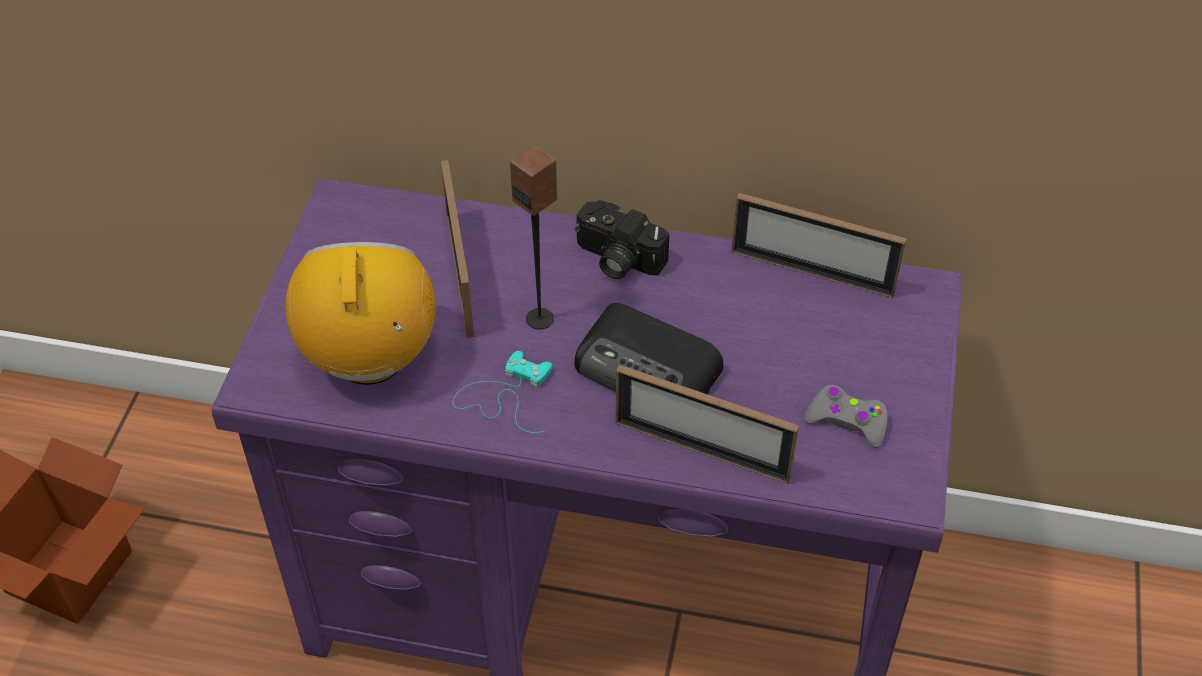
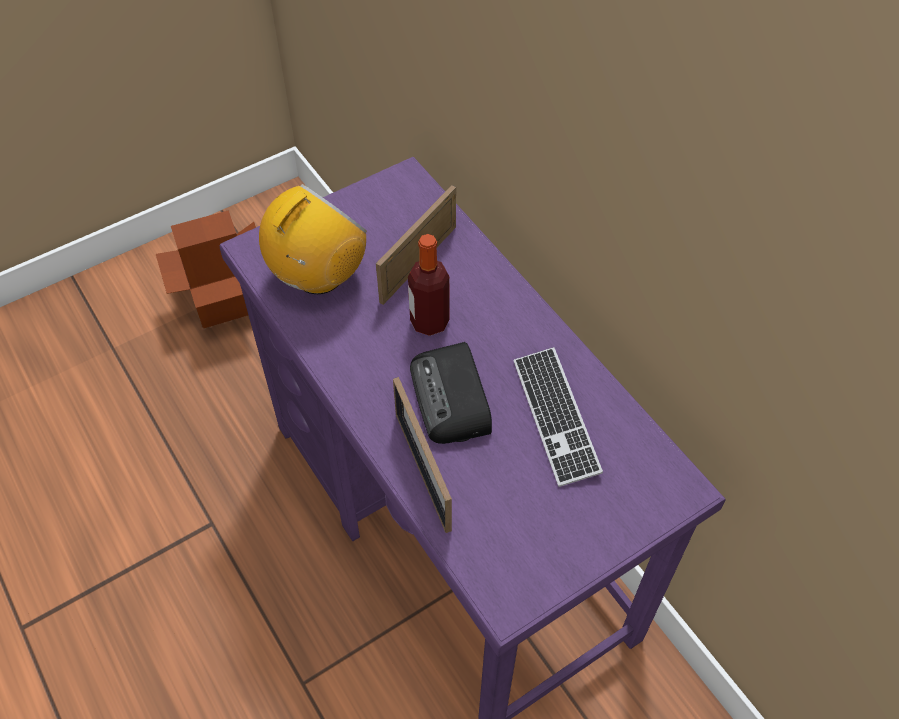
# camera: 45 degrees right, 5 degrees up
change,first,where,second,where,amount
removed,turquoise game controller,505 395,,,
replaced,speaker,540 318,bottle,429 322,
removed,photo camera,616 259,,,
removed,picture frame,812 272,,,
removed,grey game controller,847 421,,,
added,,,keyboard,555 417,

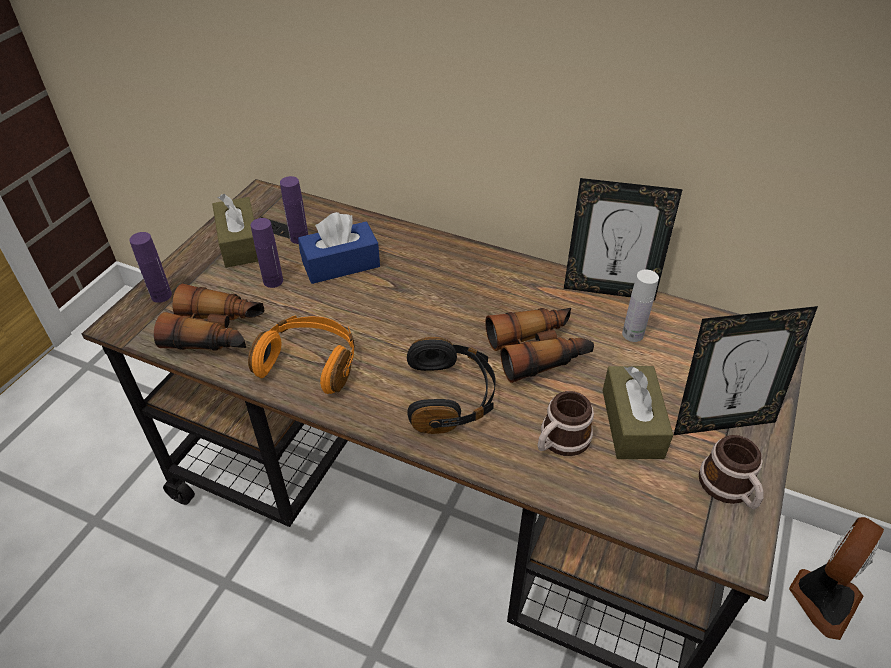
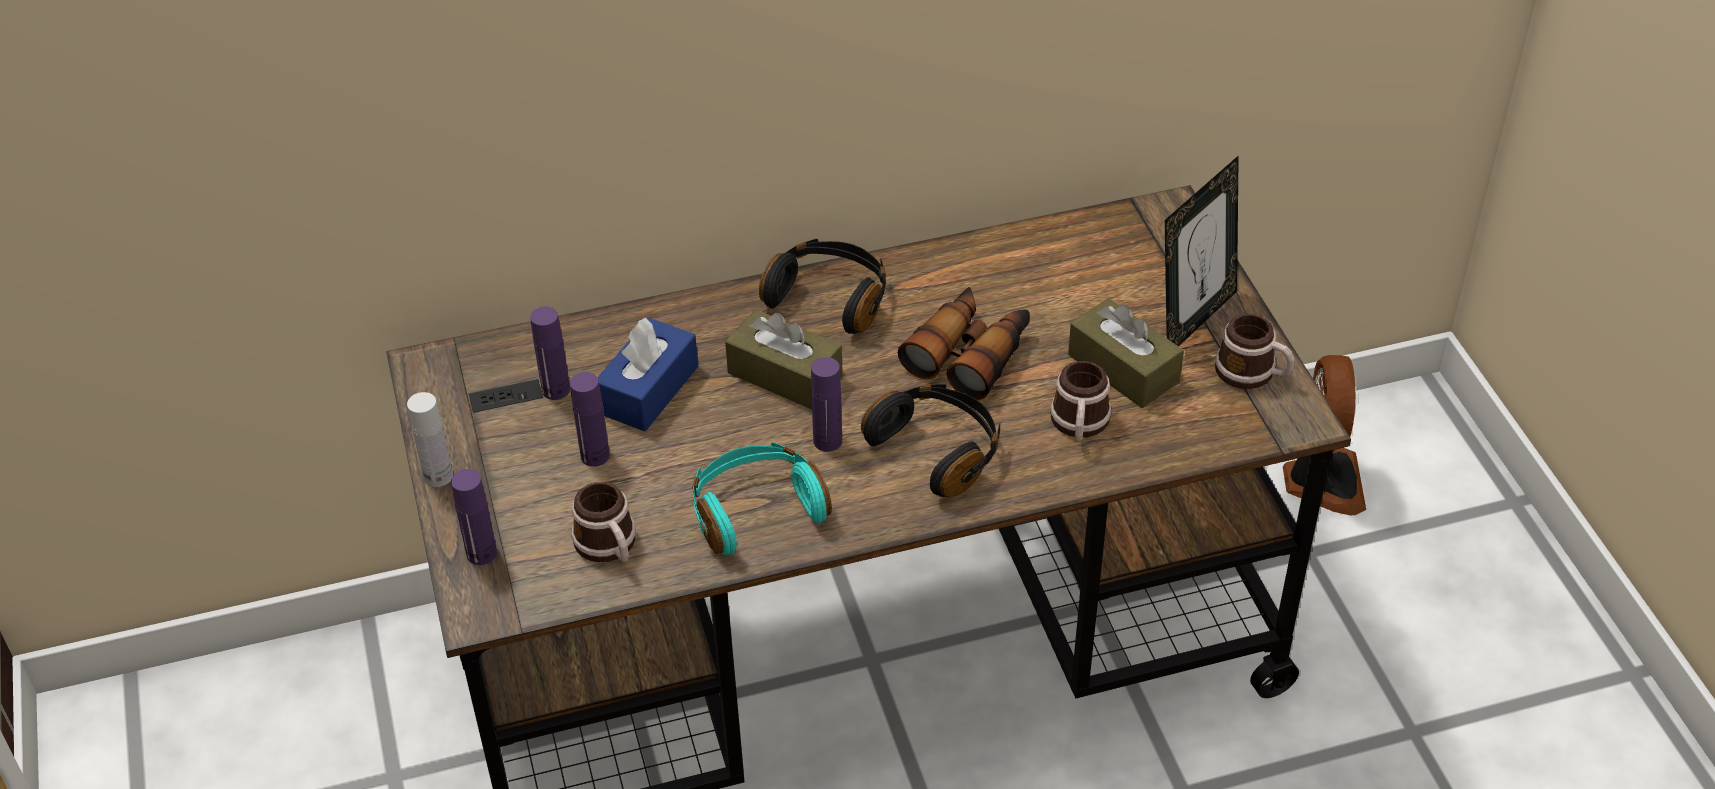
# camera: 40 degrees left, 0 degrees up
change,first,where,second,where,amount
replaced,binoculars,217 332,mug,609 547,
moved,brown tissue box,240 243,,785 375,
recoloured,orange headphones,310 363,turquoise headphones,756 510,
removed,picture frame,609 289,,,
moved,white bottle,632 334,,438 476,
added,,,black headphones,829 298,
added,,,purple bottle,827 441,

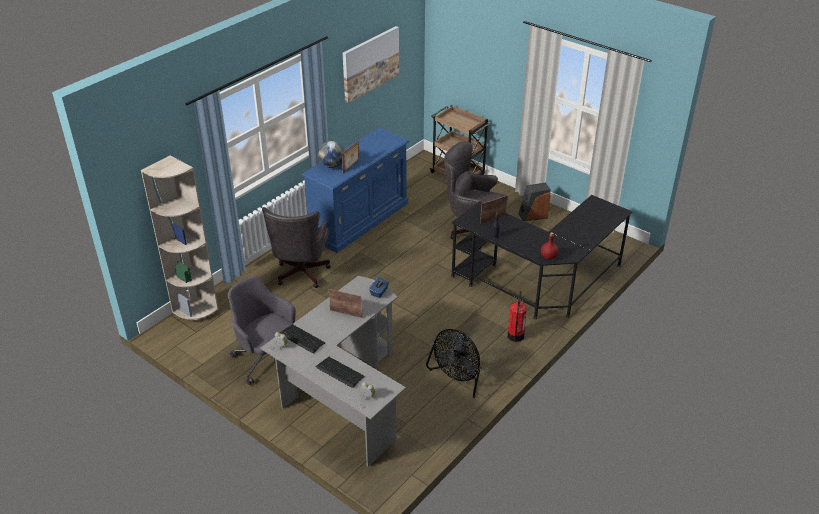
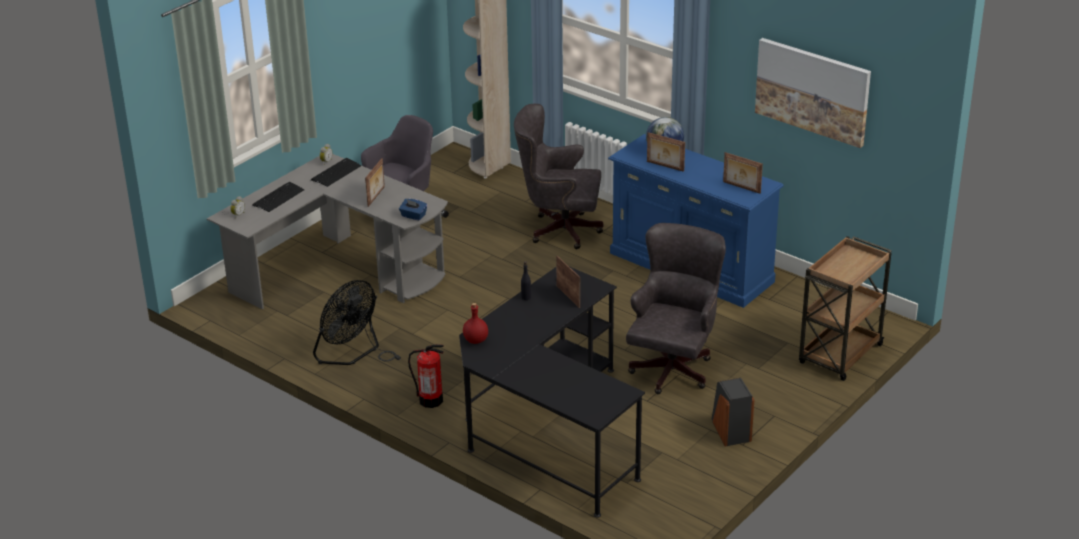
# camera: 90 degrees right, 5 degrees down
change,first,where,second,where,amount
added,,,picture frame,741 188,

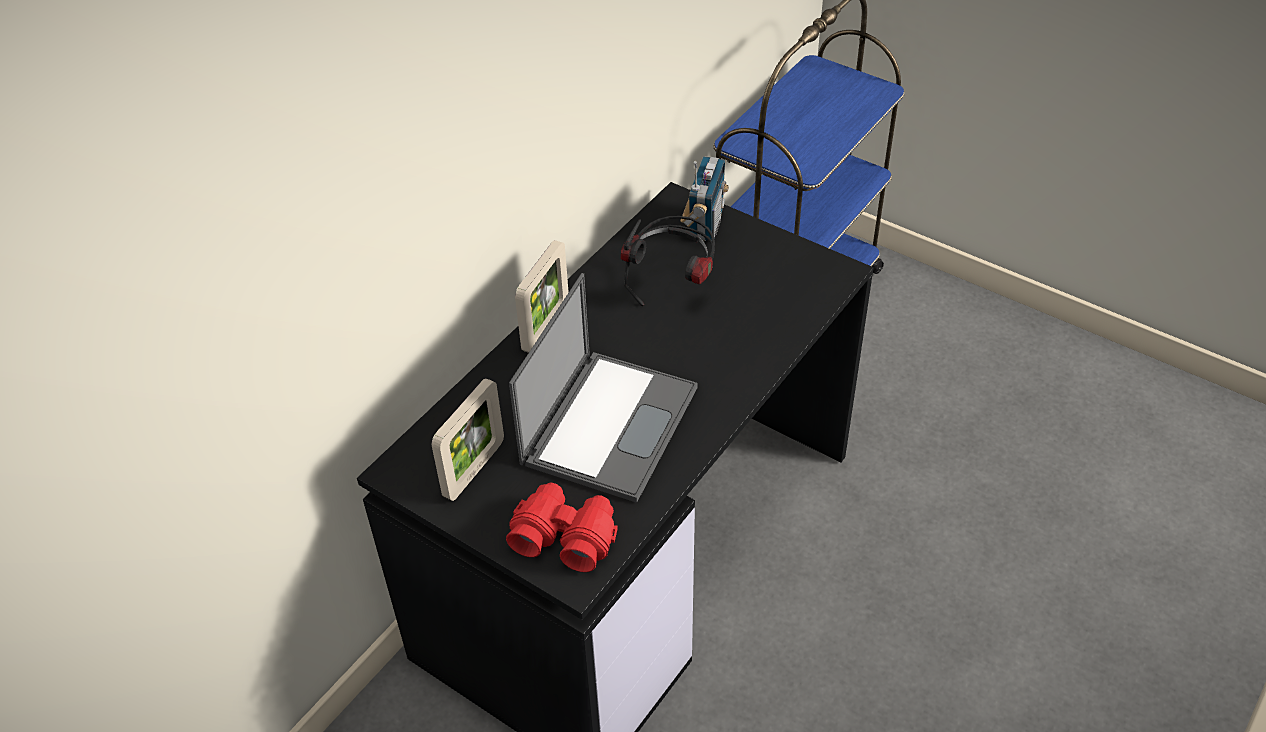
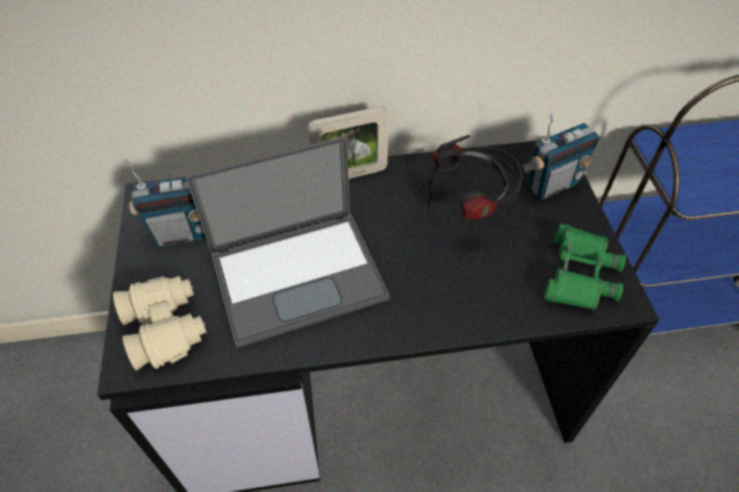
# camera: 45 degrees right, 5 degrees up
change,first,where,second,where,amount
replaced,picture frame,474 469,radio,184 233,
recoloured,red binoculars,565 535,beige binoculars,166 327,
added,,,green binoculars,579 274,

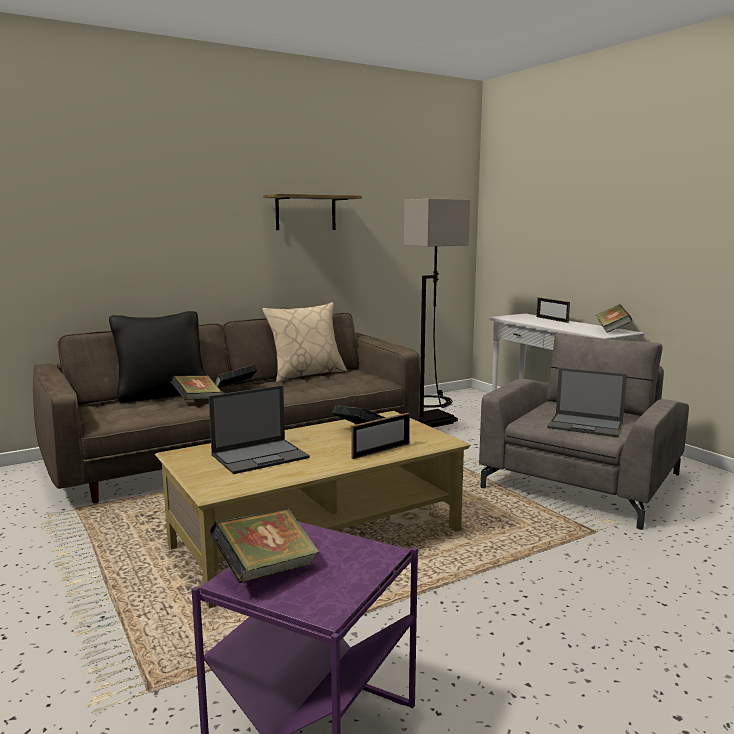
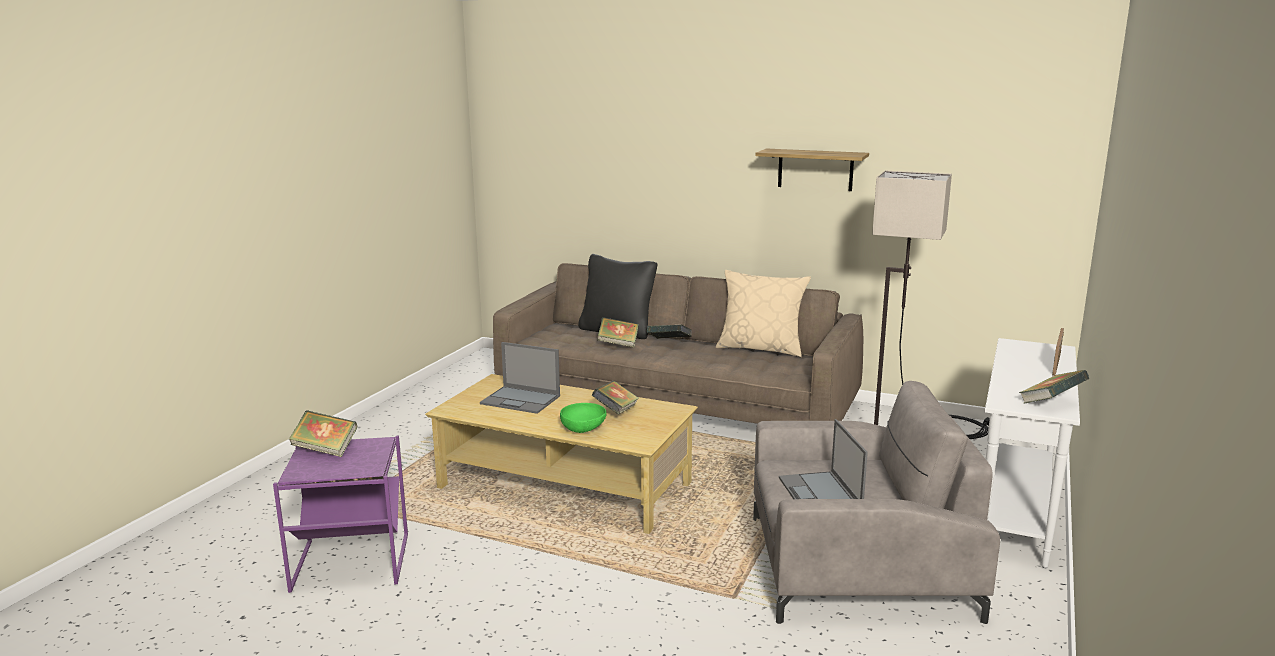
# camera: 55 degrees right, 5 degrees up
change,first,where,second,where,amount
replaced,picture frame,381 451,green bowl,584 429,

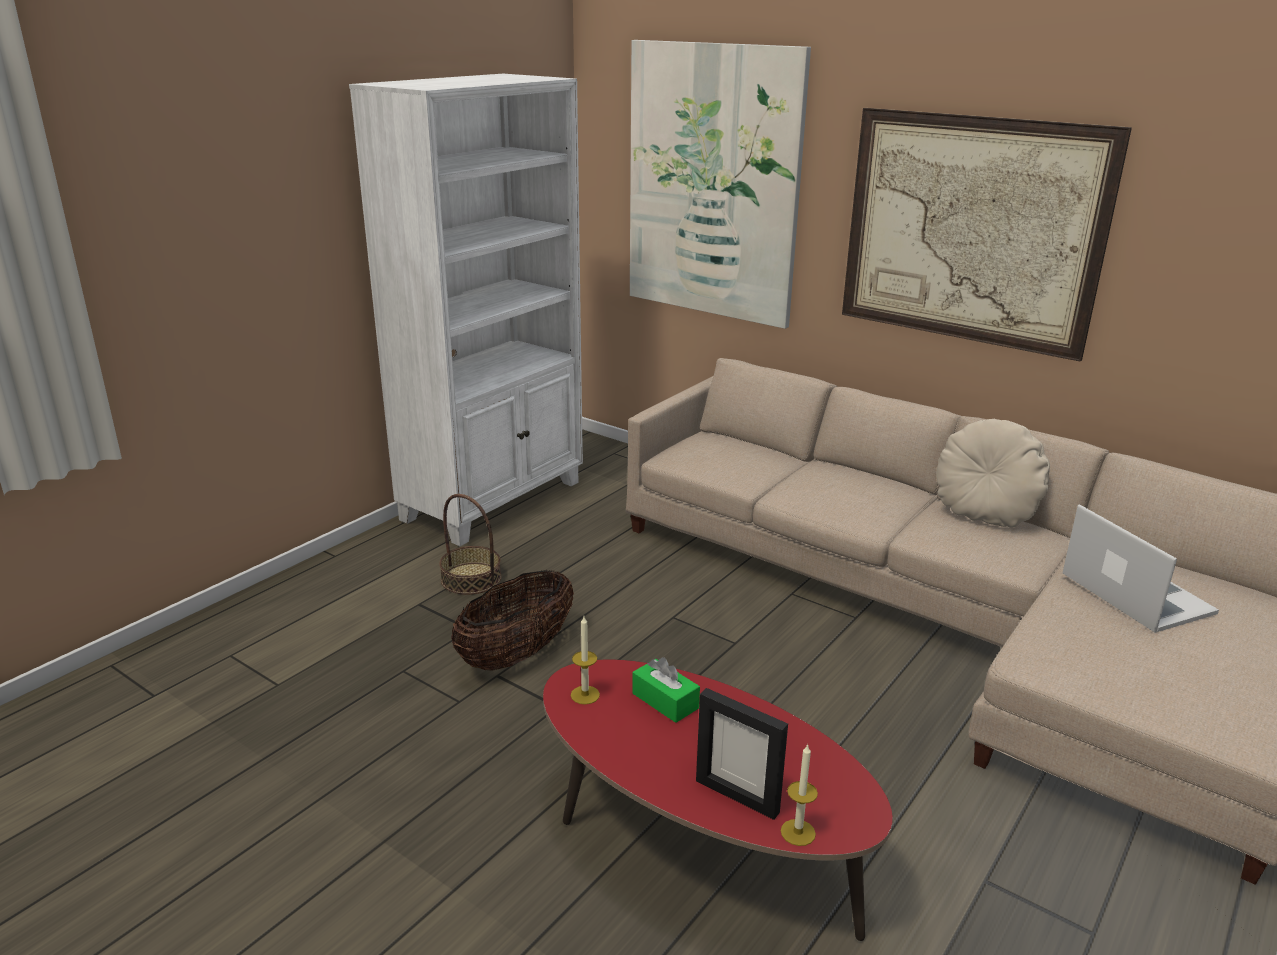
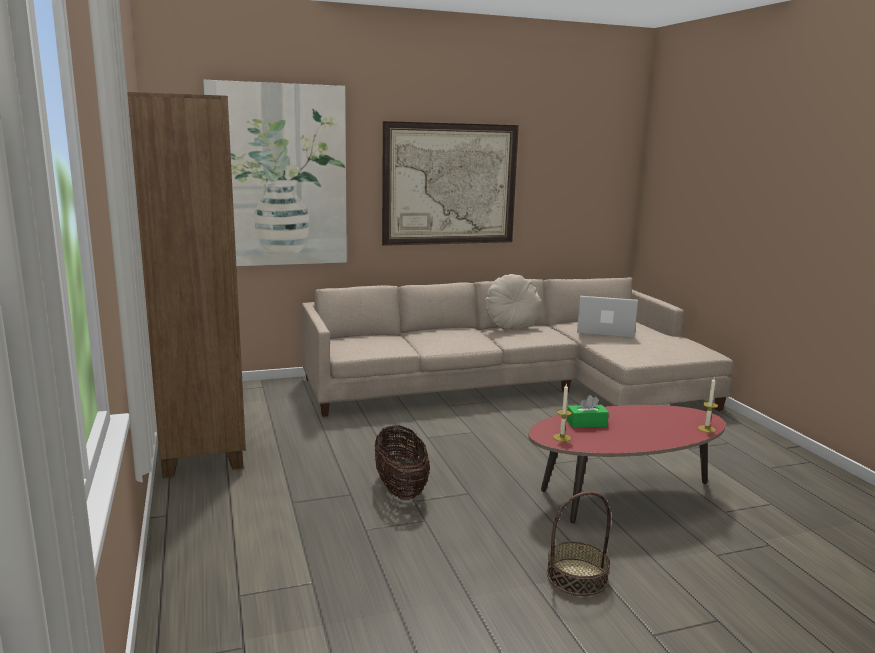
# camera: 55 degrees left, 10 degrees down
change,first,where,second,where,amount
recoloured,white bookcase,494 500,brown bookcase,204 440,
moved,basket,471 578,,577 576,
removed,picture frame,738 795,,,

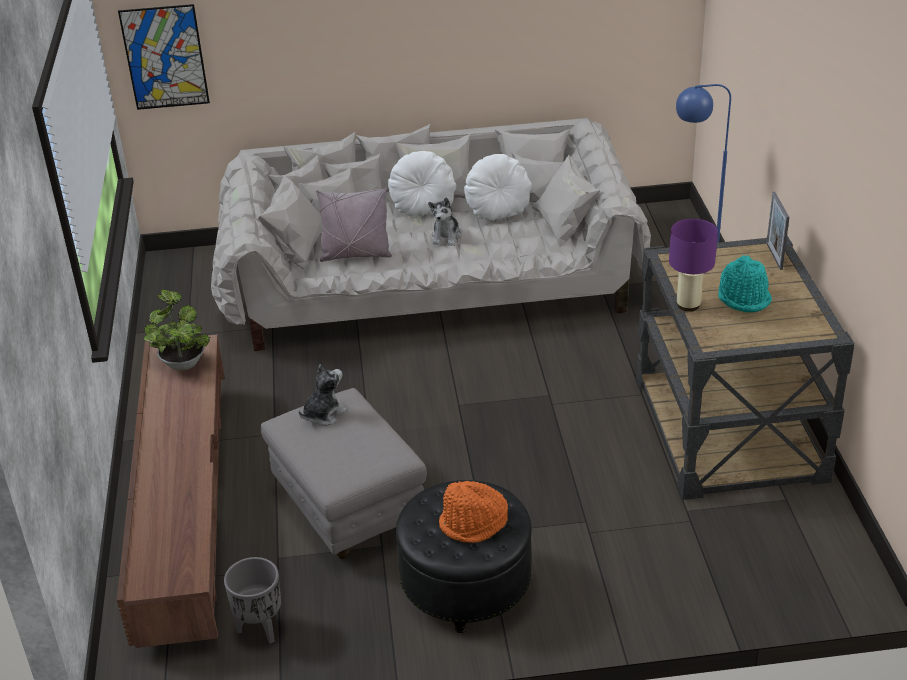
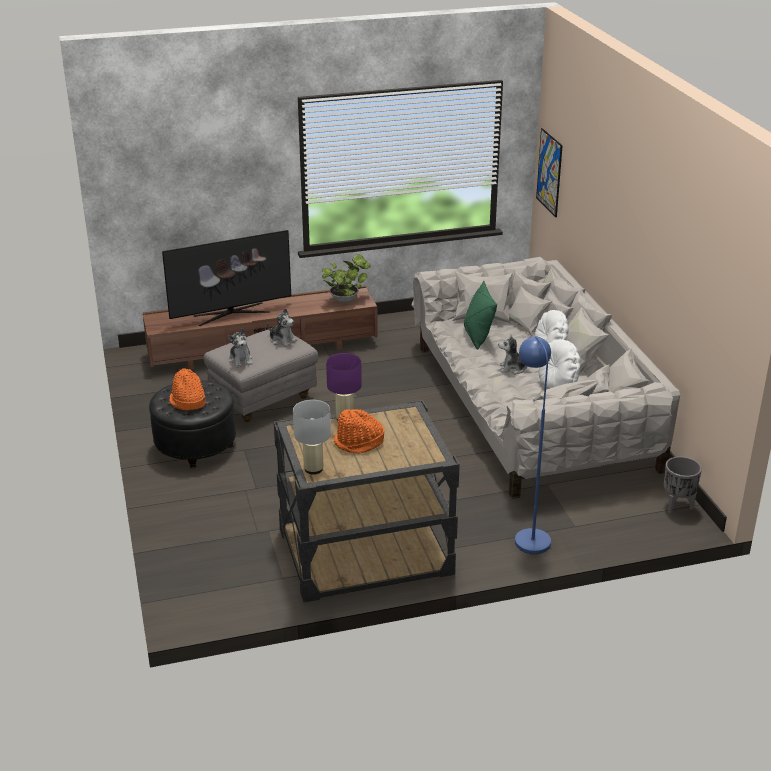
# camera: 80 degrees right, 5 degrees down
change,first,where,second,where,amount
moved,grey planter,261 628,,677 506,
recoloured,purple pillow,356 255,green pillow,477 337,
recoloured,turquoise hat,744 297,orange hat,359 443,
removed,picture frame,774 256,,,
added,,,television,231 314,
added,,,plush toy,241 360,
added,,,white table lamp,313 469,

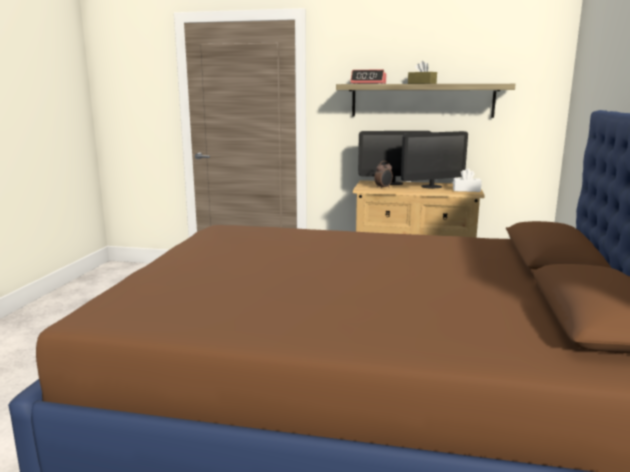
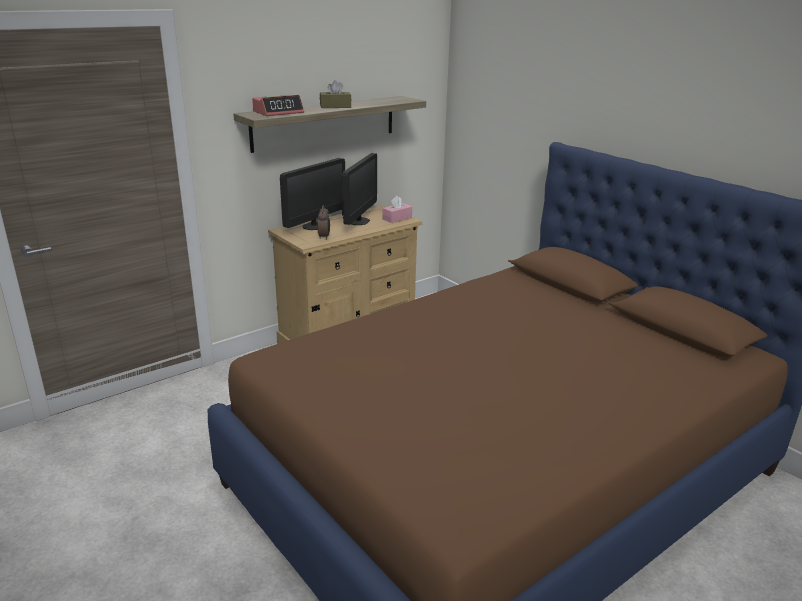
# camera: 50 degrees left, 10 degrees up
change,first,where,second,where,amount
recoloured,white tissue box,466 190,pink tissue box,397 218,

